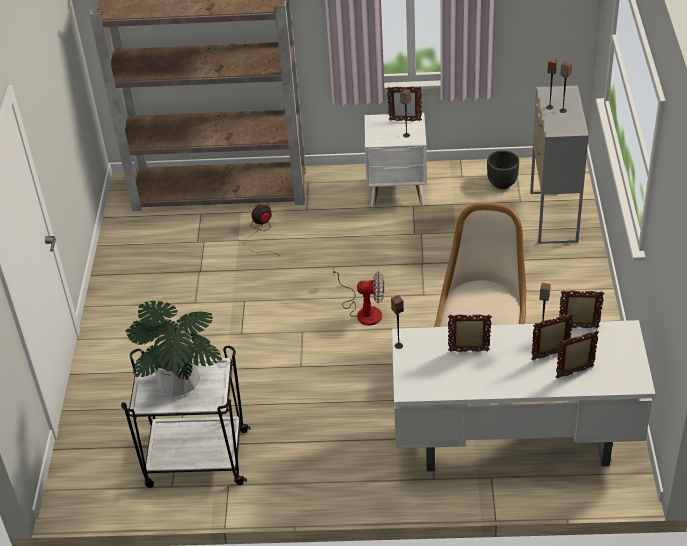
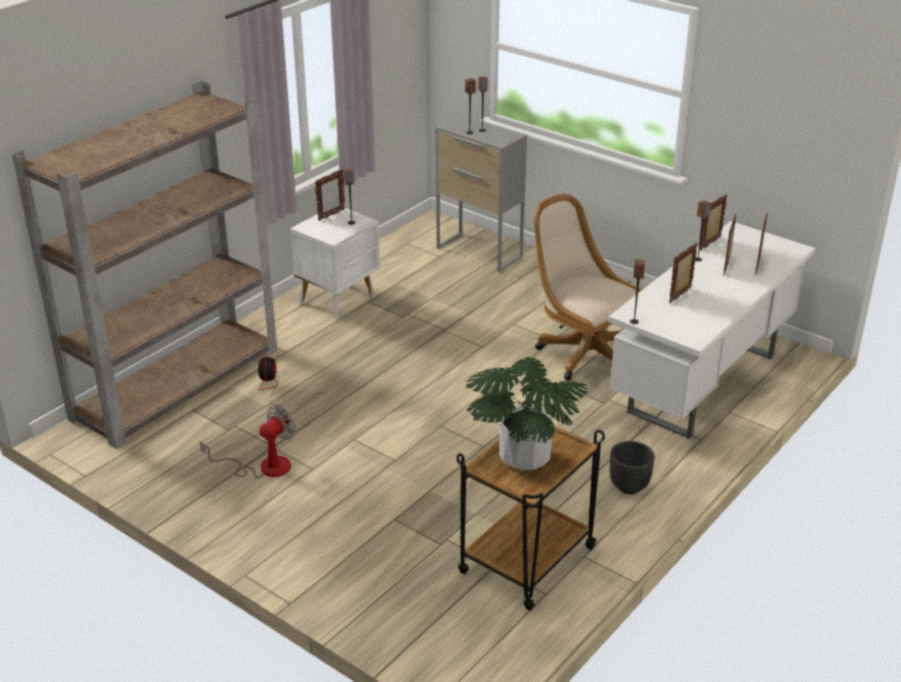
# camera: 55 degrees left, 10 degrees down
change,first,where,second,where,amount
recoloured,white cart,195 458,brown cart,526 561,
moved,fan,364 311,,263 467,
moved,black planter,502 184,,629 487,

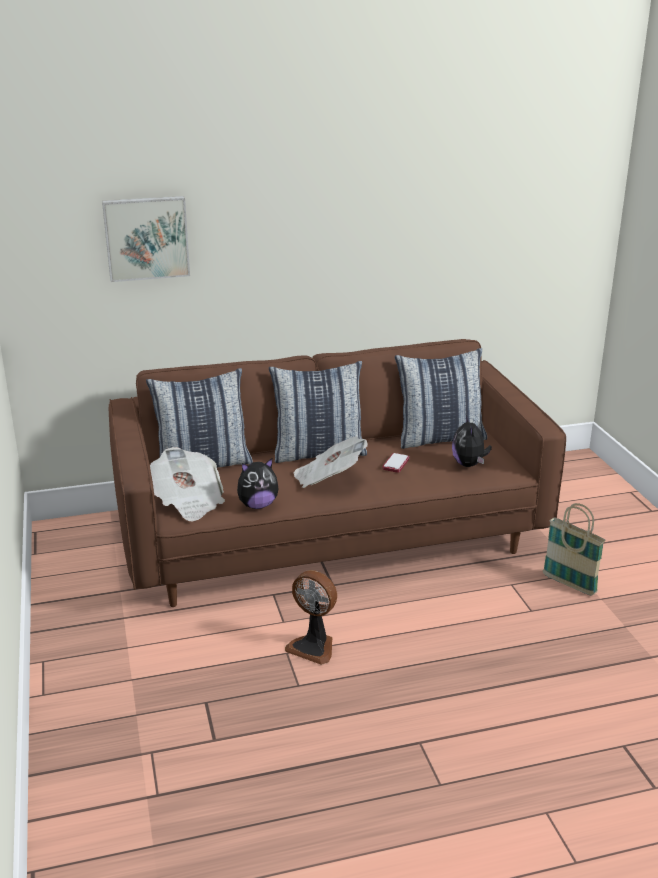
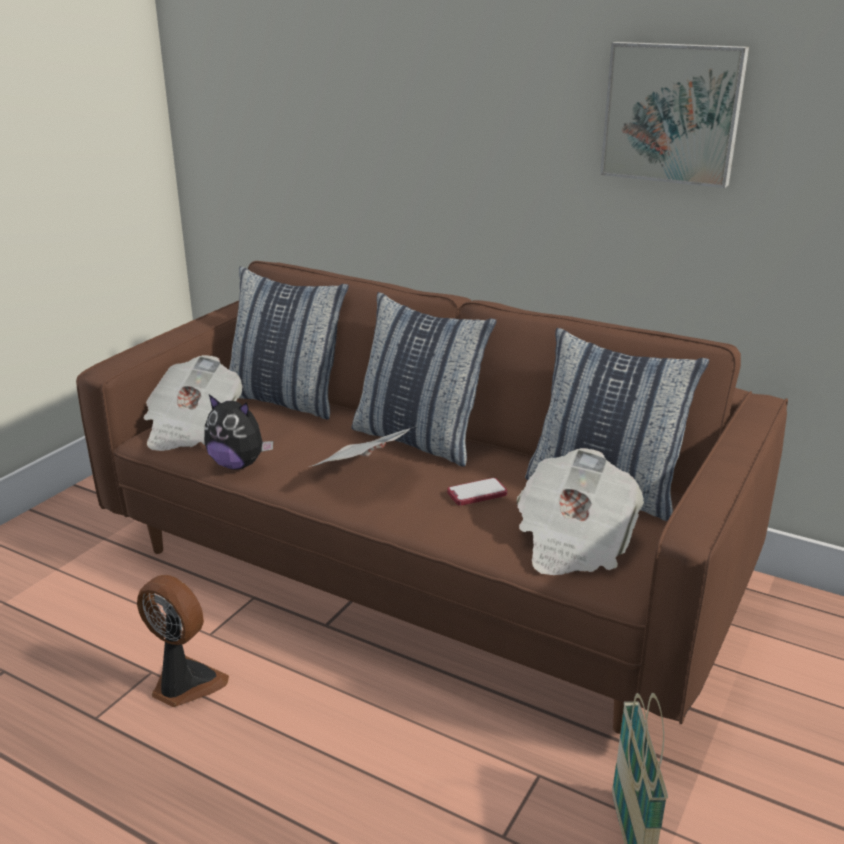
# camera: 45 degrees right, 0 degrees up
change,first,where,second,where,amount
moved,picture,146 238,,672 113,
turned,fan,313 647,,184 684,135 degrees clockwise
replaced,plush toy,469 464,newspaper,573 542,

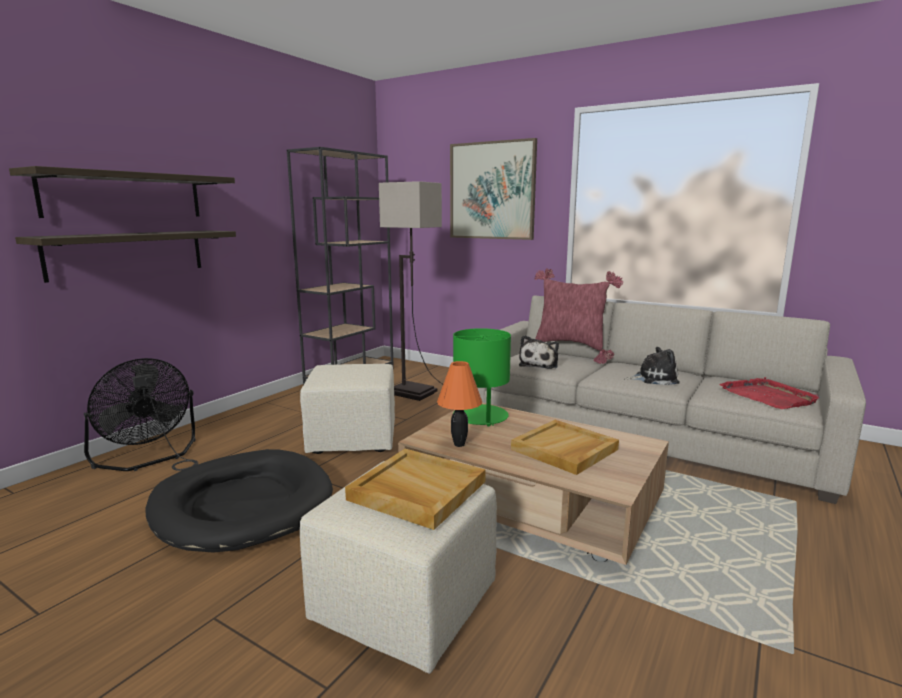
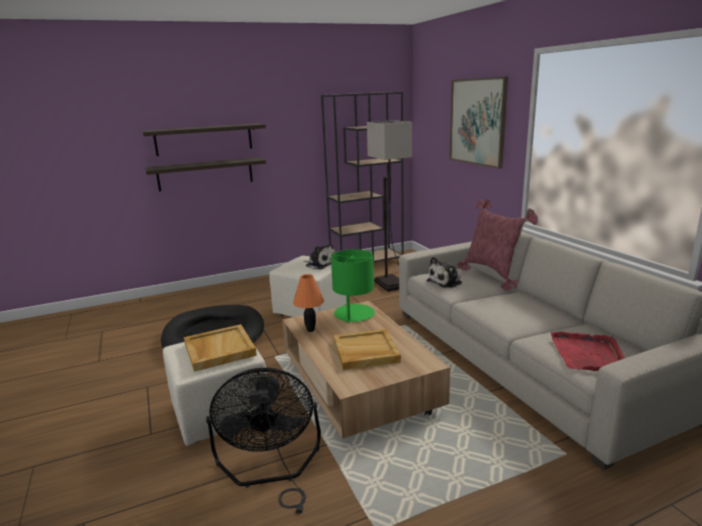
# camera: 35 degrees right, 5 degrees up
change,first,where,second,where,amount
moved,black fan,156 458,,272 471,
moved,plush toy,654 378,,320 264,

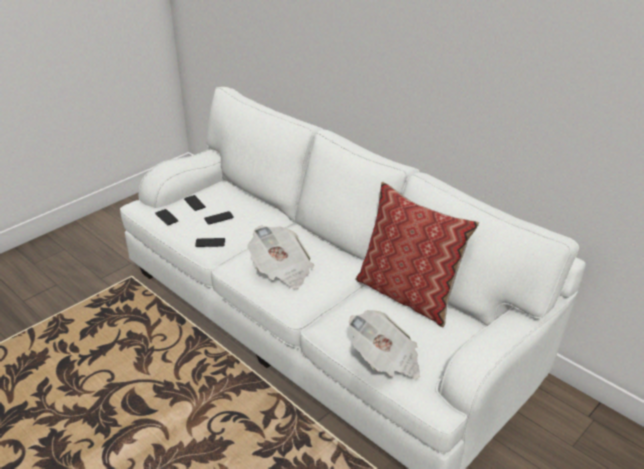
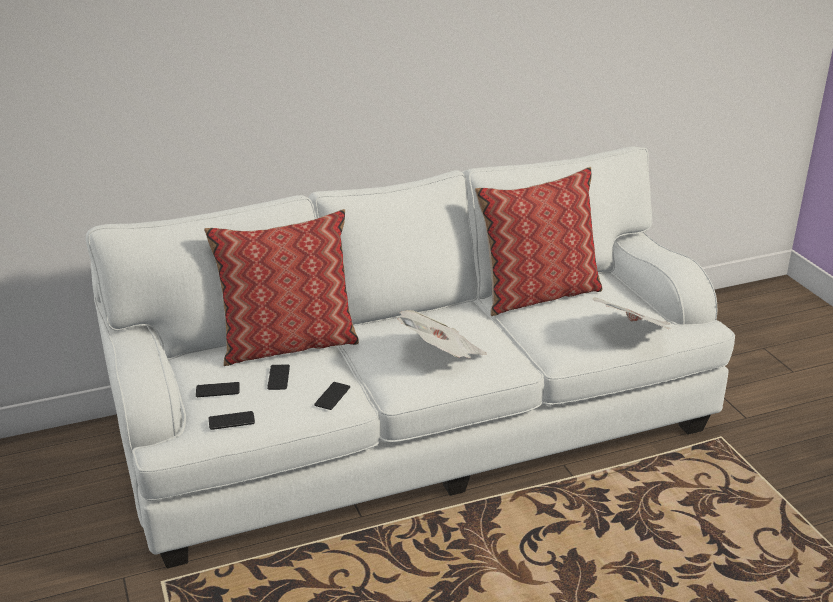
# camera: 65 degrees left, 5 degrees down
change,first,where,second,where,amount
added,,,pillow,288 343,

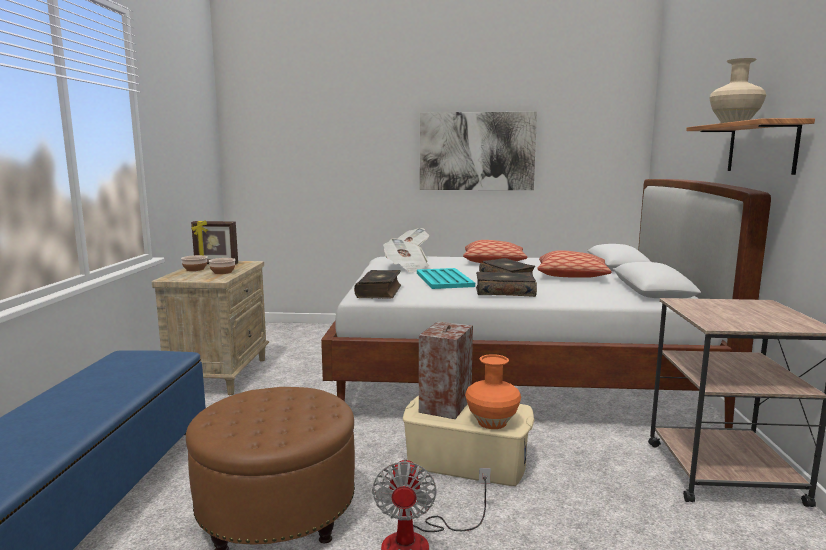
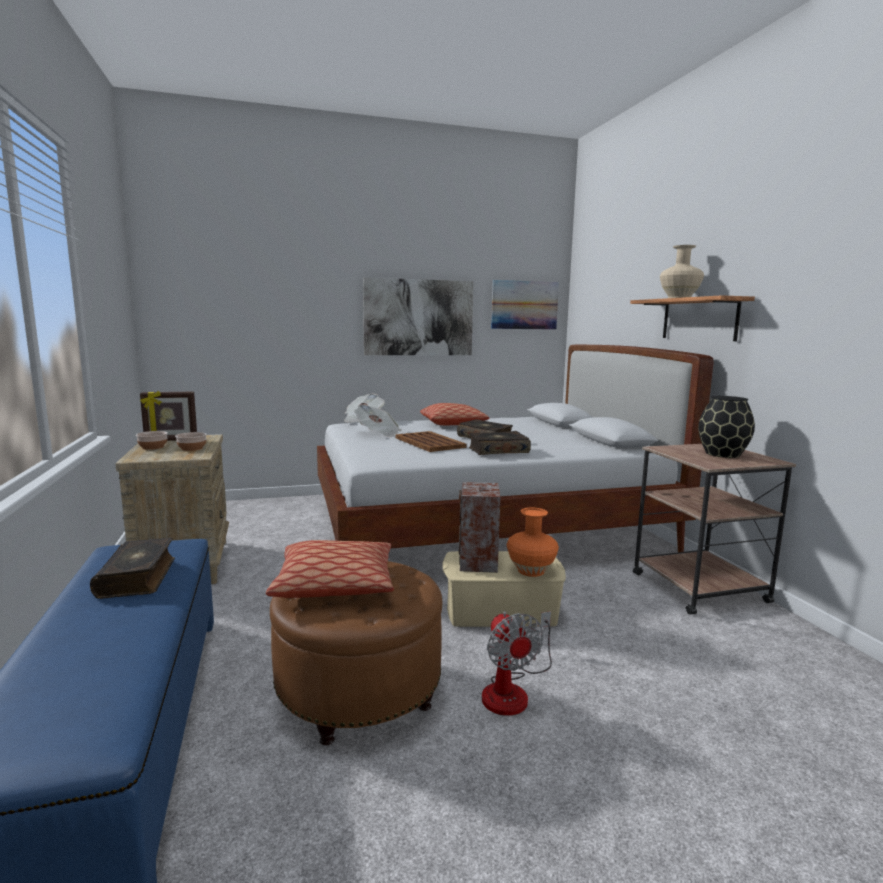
# camera: 20 degrees left, 0 degrees up
change,first,where,second,where,amount
moved,book,380 292,,138 577,
recoloured,turquoise tray,444 279,brown tray,429 442,
moved,pillow,572 275,,335 584,
added,,,picture,524 305,
added,,,black vase,721 454,

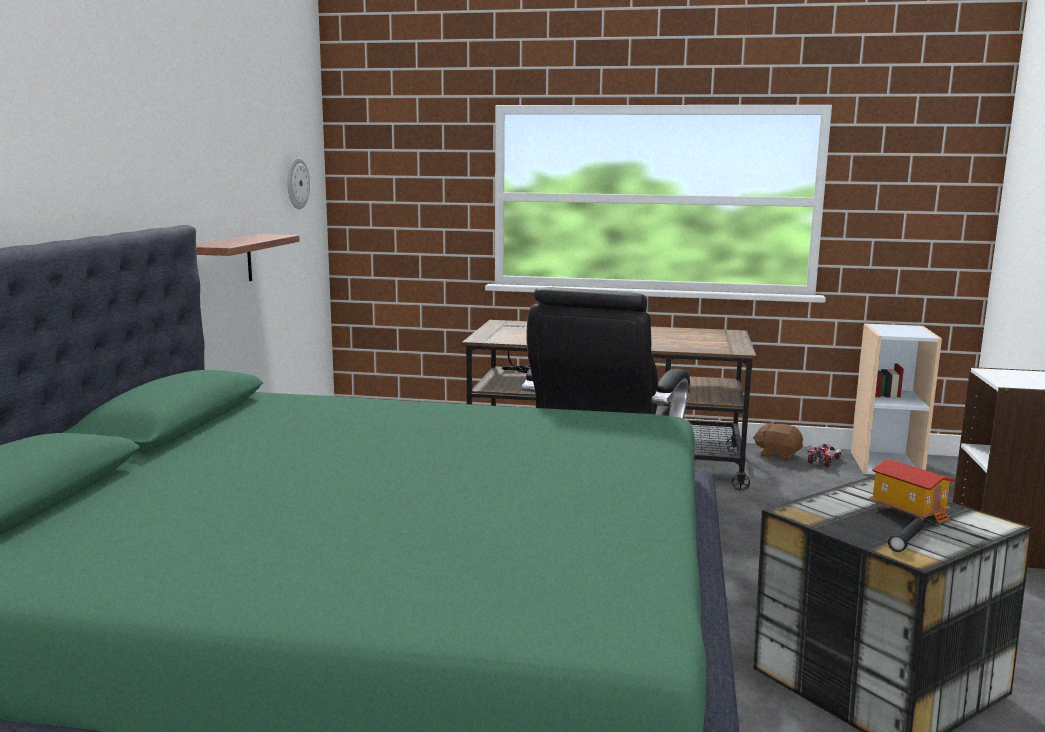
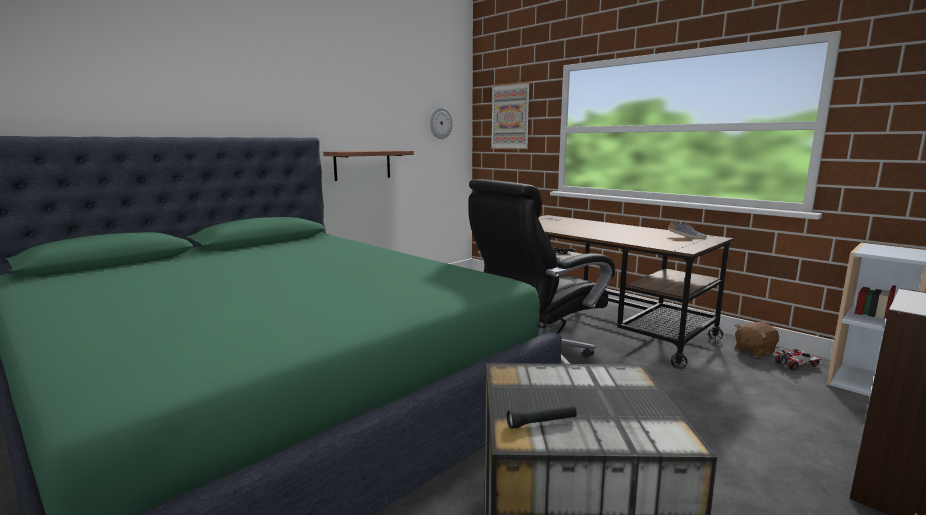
# camera: 35 degrees right, 0 degrees up
change,first,where,second,where,amount
turned,brown plush toy,777 455,,754 351,90 degrees counterclockwise
removed,toy house,909 510,,,
added,,,picture,510 116,
added,,,shoe,686 237,

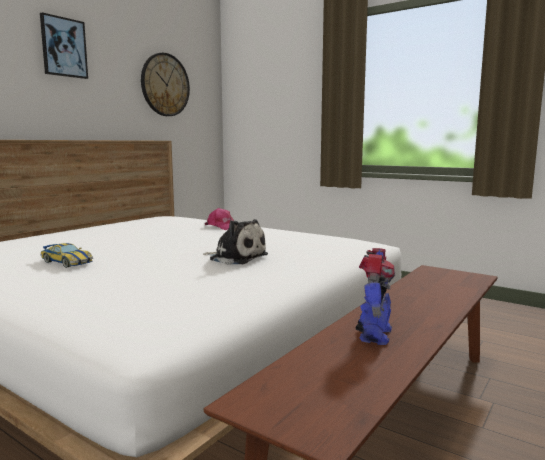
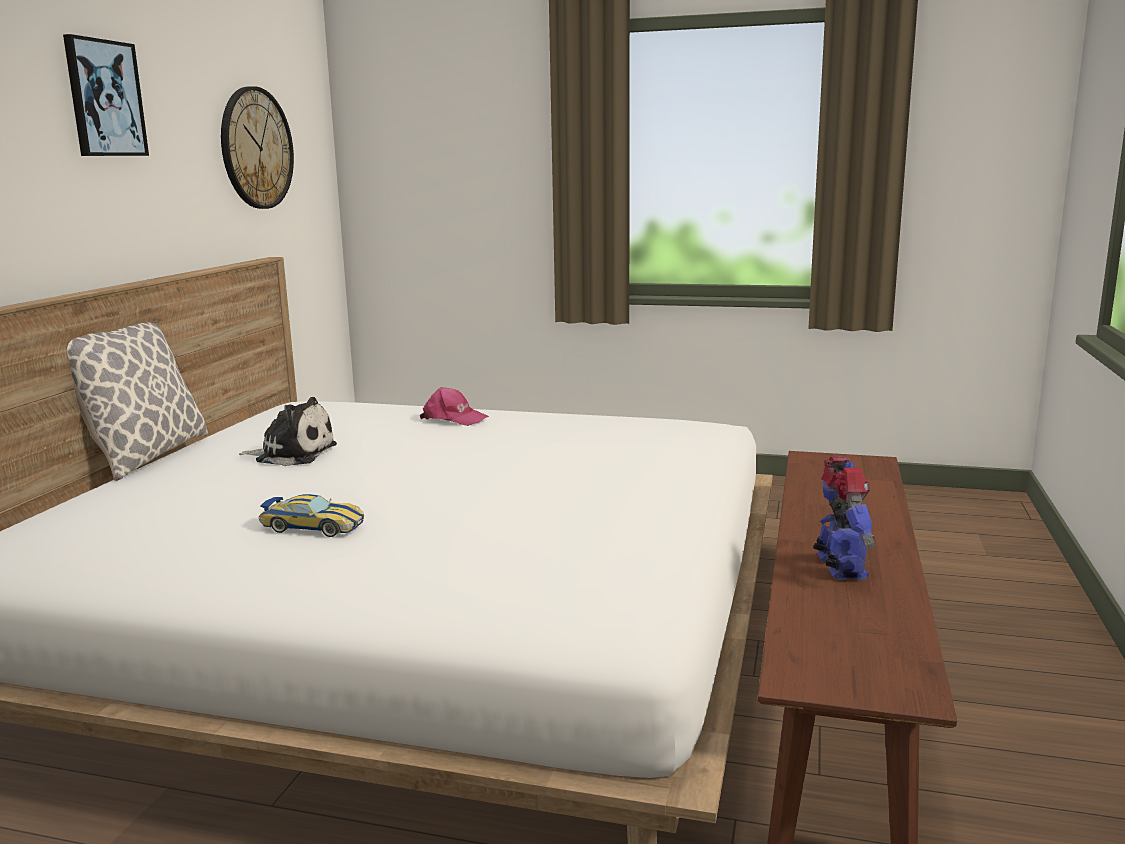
# camera: 20 degrees left, 5 degrees up
change,first,where,second,where,amount
moved,plush toy,236 258,,292 454,
added,,,pillow,145 456,

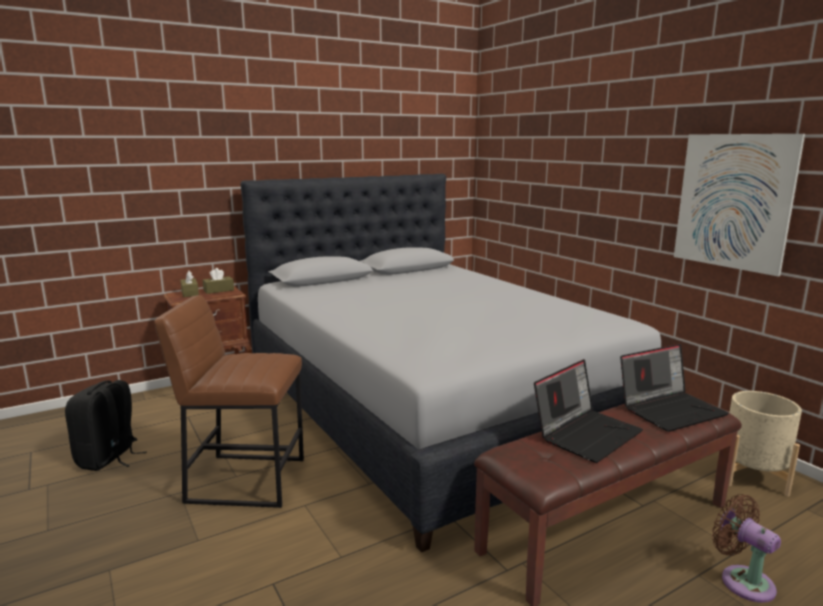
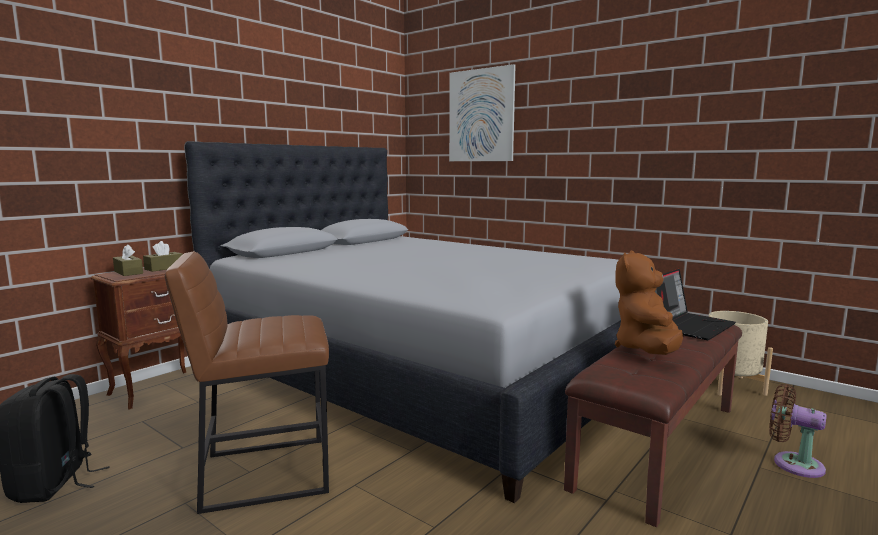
# camera: 20 degrees left, 5 degrees down
change,first,where,second,where,amount
replaced,laptop,586 433,brown plush toy,647 350,
moved,picture,733 201,,481 115,

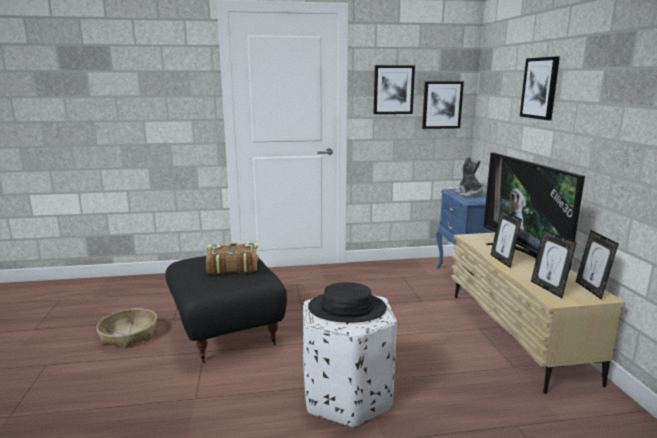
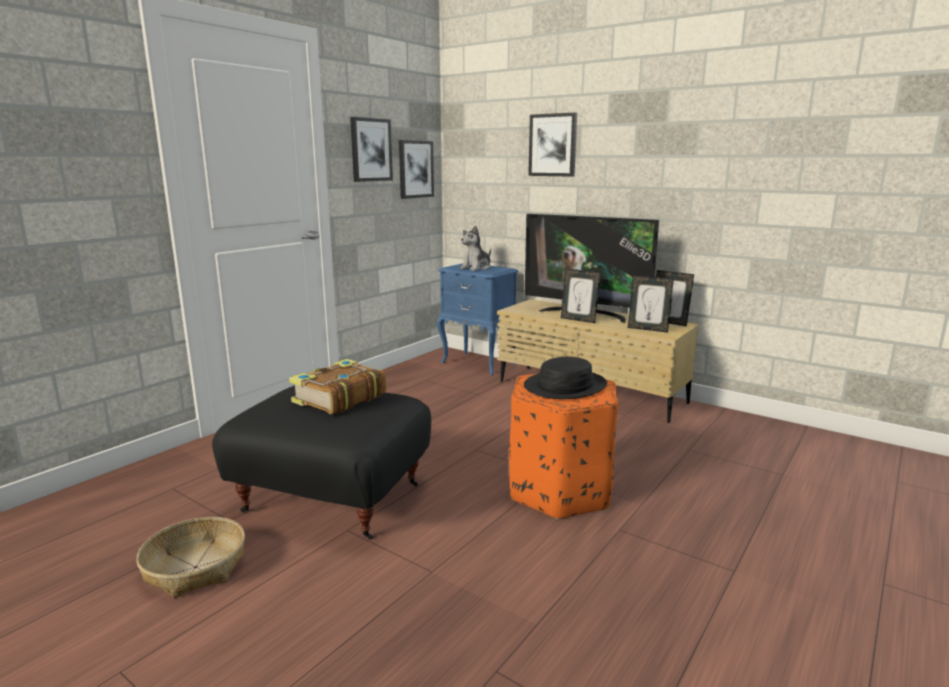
# camera: 45 degrees left, 0 degrees up
change,first,where,second,where,amount
recoloured,white ottoman,347 396,orange ottoman,560 490,
turned,plush toy,469 194,,476 268,75 degrees counterclockwise

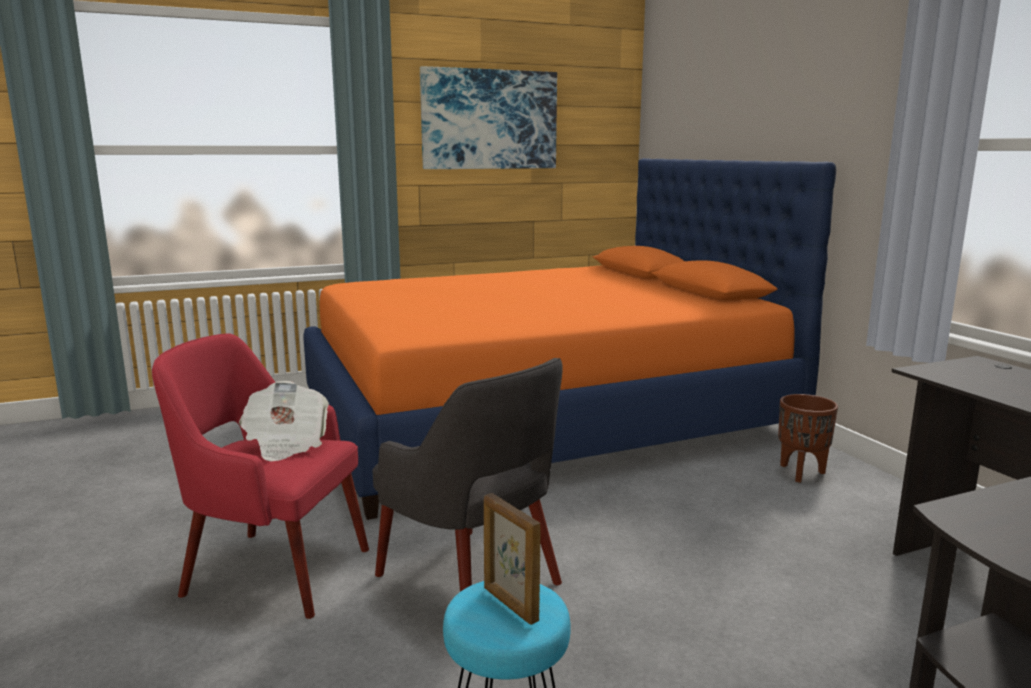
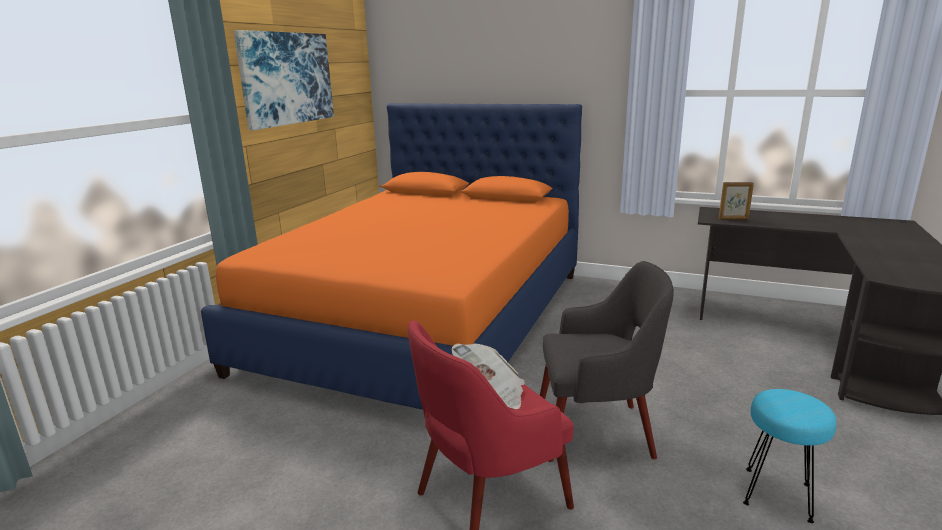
# camera: 45 degrees left, 5 degrees up
change,first,where,second,where,amount
moved,picture frame,510 604,,733 219,
removed,brown planter,801 473,,,

